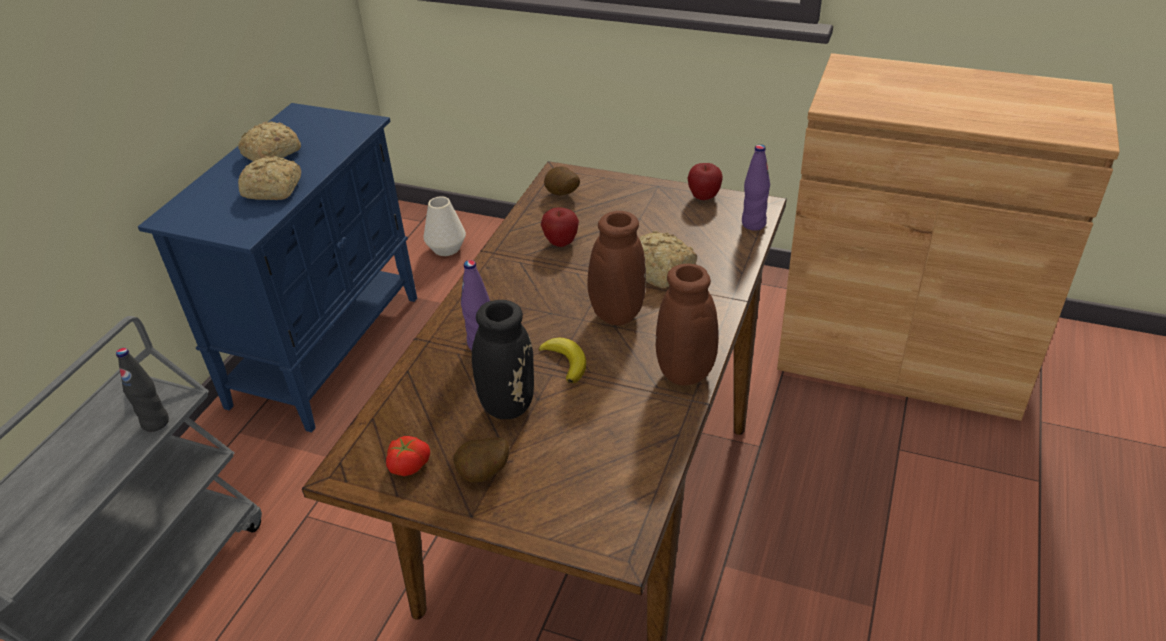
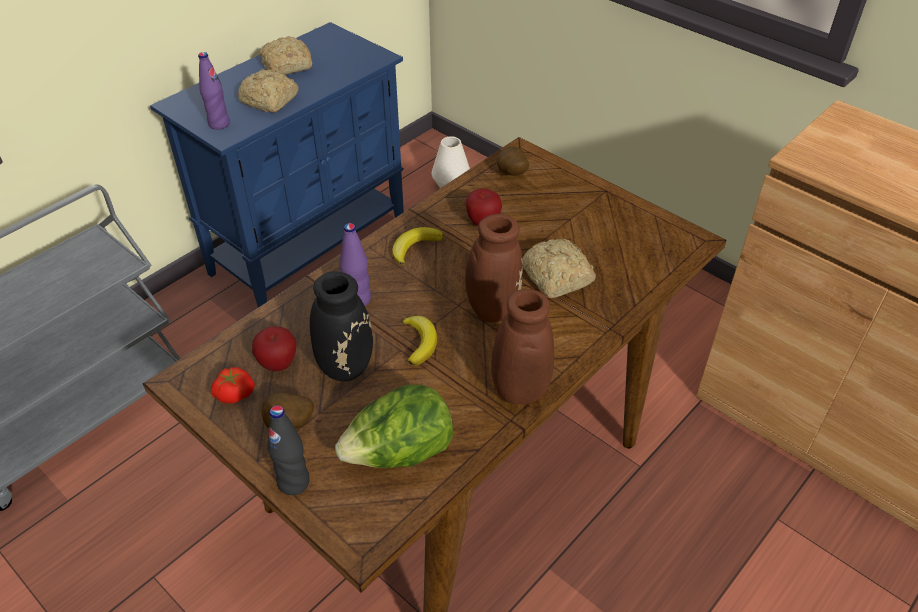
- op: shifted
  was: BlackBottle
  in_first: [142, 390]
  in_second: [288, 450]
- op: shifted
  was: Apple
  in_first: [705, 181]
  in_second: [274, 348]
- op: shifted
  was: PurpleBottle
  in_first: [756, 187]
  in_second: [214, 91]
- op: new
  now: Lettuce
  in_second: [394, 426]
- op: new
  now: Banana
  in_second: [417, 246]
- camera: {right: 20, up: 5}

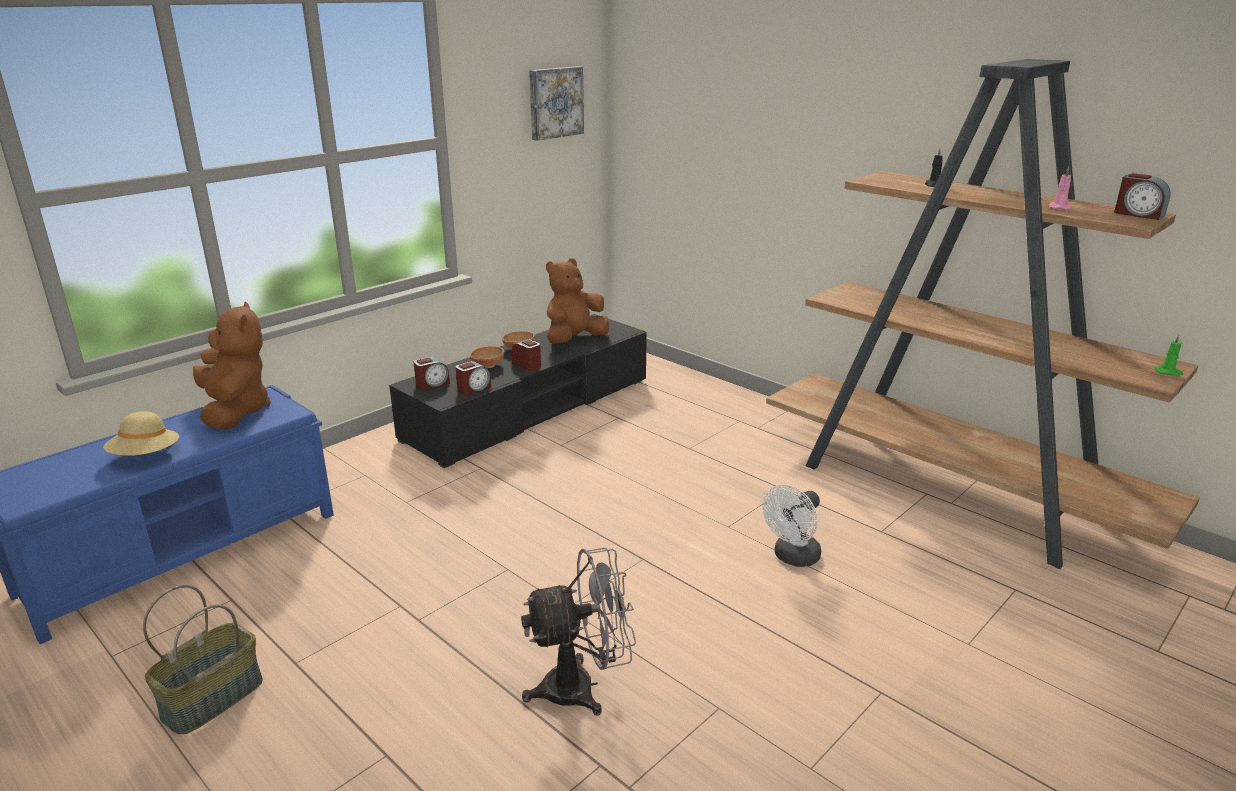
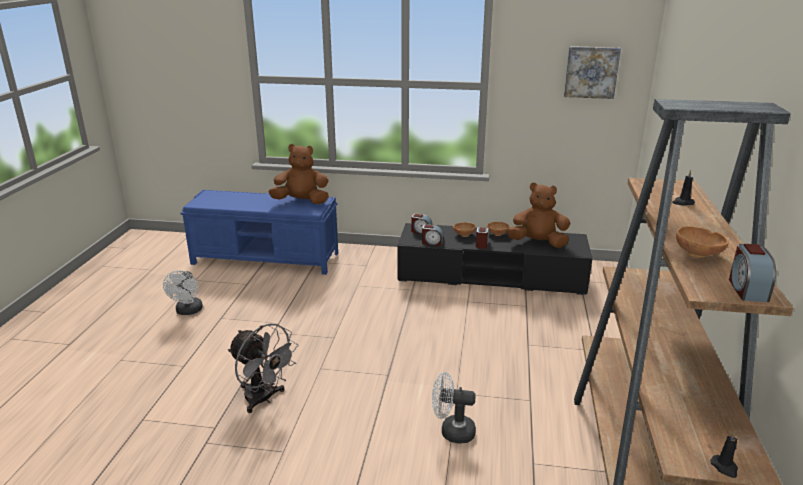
- op: gone
  was: BeigeHat
  in_first: [141, 433]
- op: swapped
  was: Basket
  now: WhiteFan
  in_first: [203, 659]
  in_second: [183, 292]
- op: rotated
  was: BrownPlushToy
  in_first: [232, 365]
  in_second: [299, 174]
  clockwise: -120
- op: swapped
  was: PinkCandle
  now: BrownBowl
  in_first: [1060, 188]
  in_second: [702, 241]
- op: repainted
  was: GreenCandle
  now: BlackCandle
  in_first: [1169, 355]
  in_second: [724, 455]
- camera: {right: 55, up: 0}

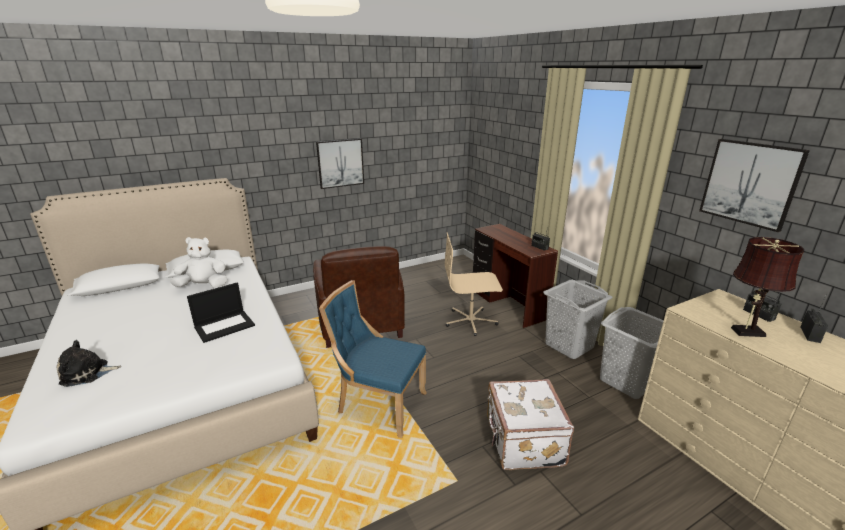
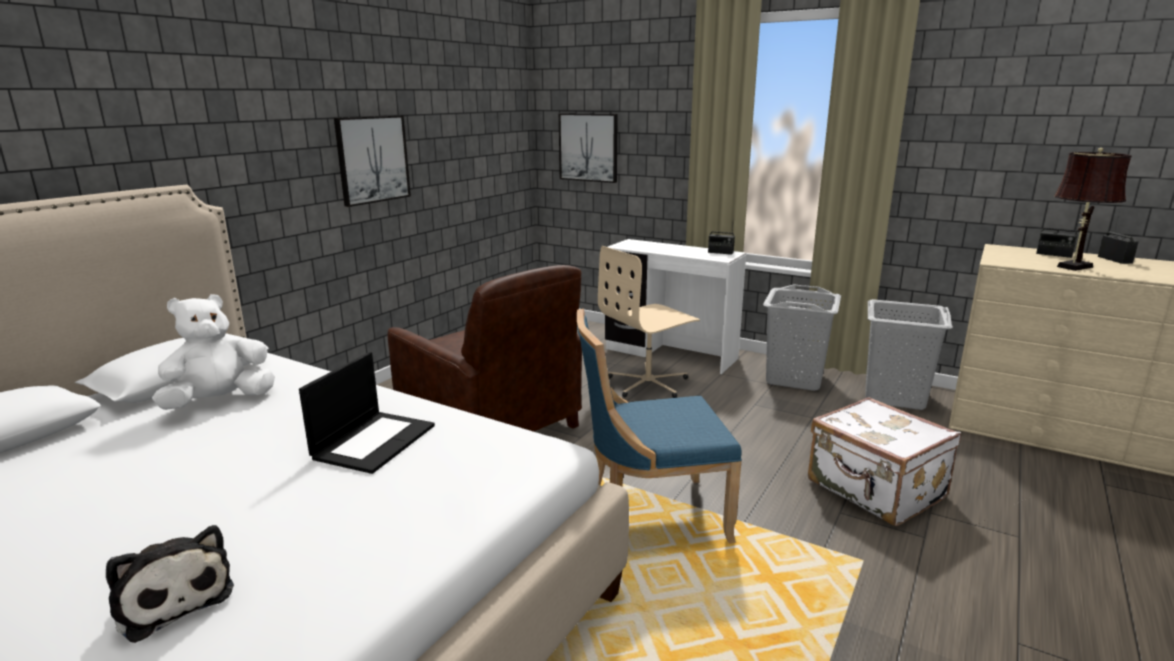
- op: rotated
  was: PlushToy
  in_first: [89, 363]
  in_second: [170, 584]
  clockwise: -90
- op: repainted
  was: BrownDesk
  now: WhiteDesk
  in_first: [515, 276]
  in_second: [675, 306]
- op: shifted
  was: Picture
  in_first: [754, 185]
  in_second: [588, 148]
- camera: {right: -30, up: -5}

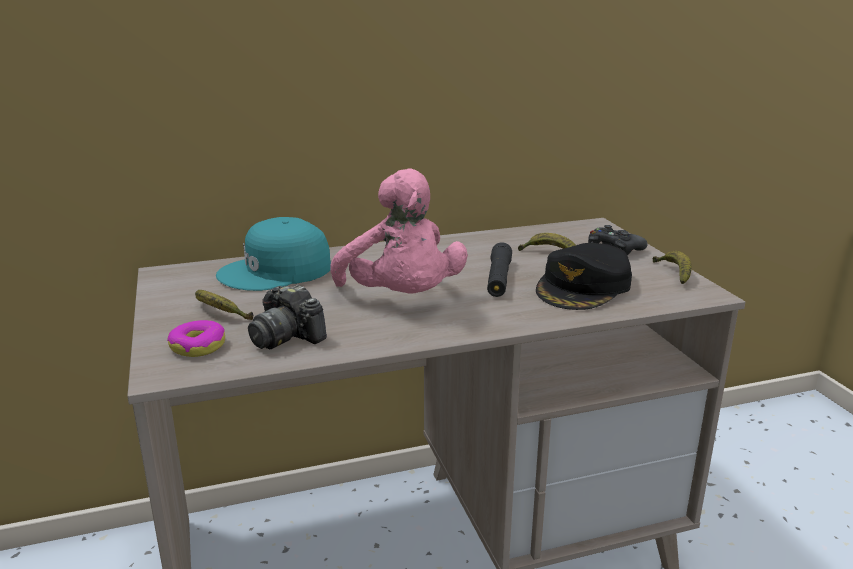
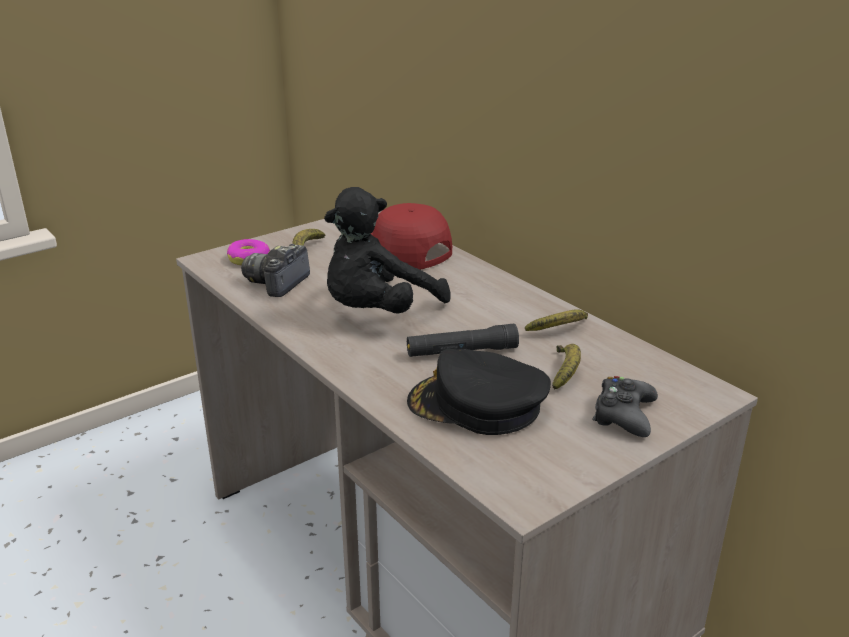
- op: repainted
  was: TurquoiseCap
  now: RedCap
  in_first: [273, 254]
  in_second: [411, 236]
- op: repainted
  was: PinkPlushToy
  now: BlackPlushToy
  in_first: [399, 231]
  in_second: [387, 250]
- op: shifted
  was: Banana
  in_first: [672, 267]
  in_second: [556, 320]
- camera: {right: 70, up: 5}

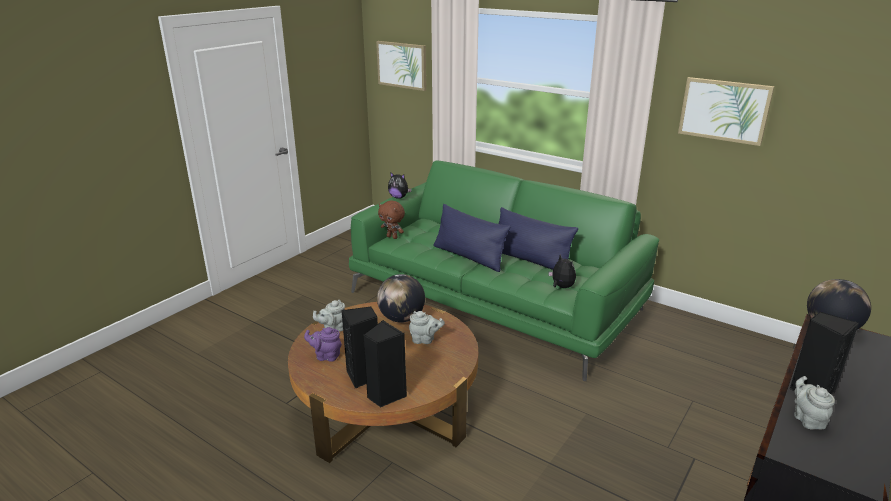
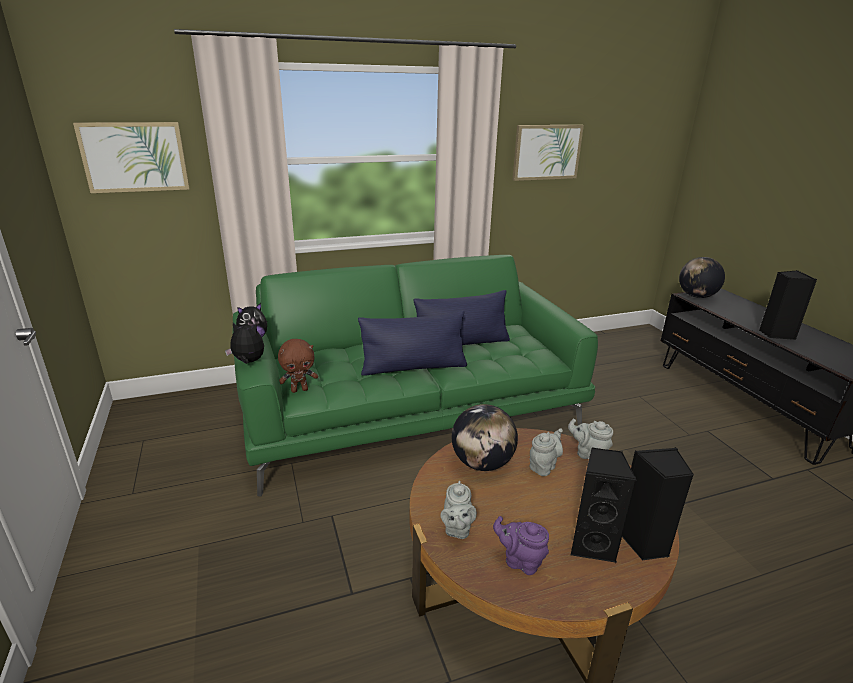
- op: rotated
  was: PurpleTeapot
  in_first: [323, 344]
  in_second: [521, 545]
  clockwise: 75
- op: shifted
  was: PlushToy
  in_first: [562, 271]
  in_second: [244, 343]
- op: shifted
  was: GreyTeapot
  in_first: [814, 402]
  in_second: [590, 438]
- camera: {right: -55, up: 0}

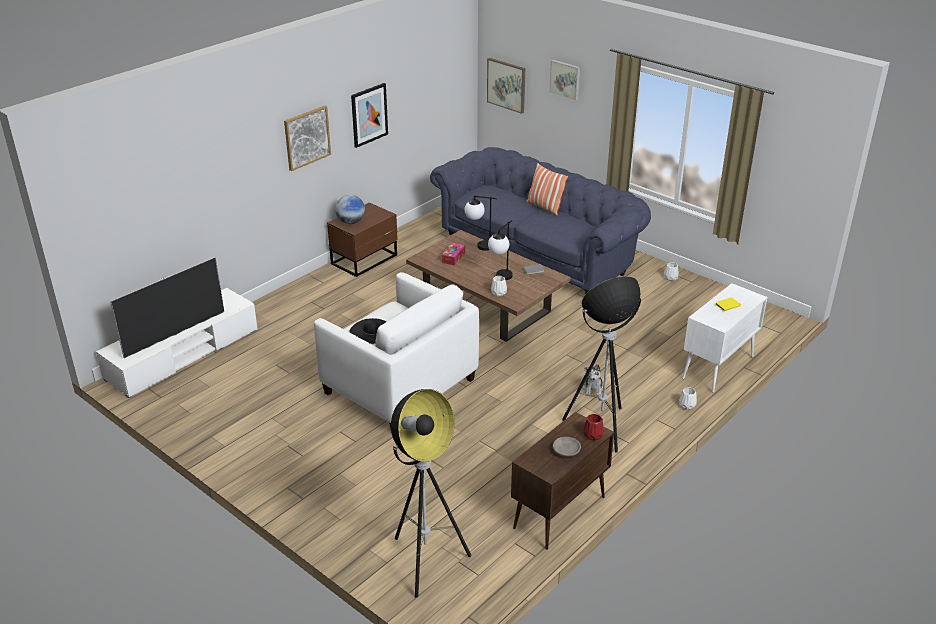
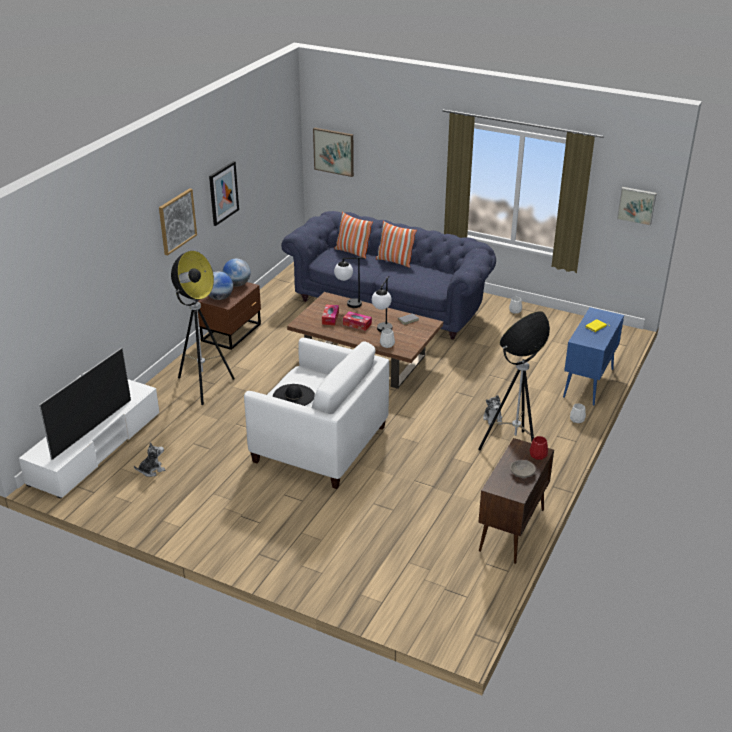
- op: shifted
  was: FloorLamp
  in_first: [431, 493]
  in_second: [203, 328]
- op: shifted
  was: Picture
  in_first: [564, 80]
  in_second: [637, 206]
- op: repainted
  was: WhiteCabinet
  now: BlueCabinet
  in_first: [724, 338]
  in_second: [593, 356]
- op: new
  now: PlushToy
  in_second: [149, 459]
- op: new
  now: Globe
  in_second: [236, 272]
- op: new
  now: Pillow
  in_second: [353, 235]
- op: new
  now: TissueBox
  in_second: [357, 321]
- camera: {right: -15, up: 0}

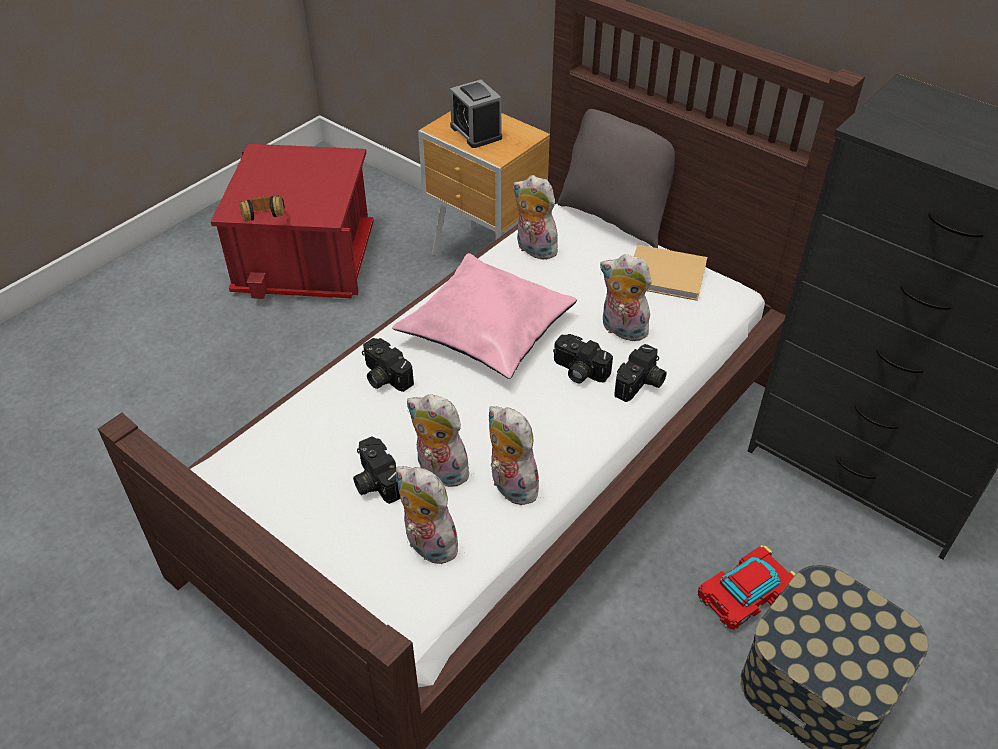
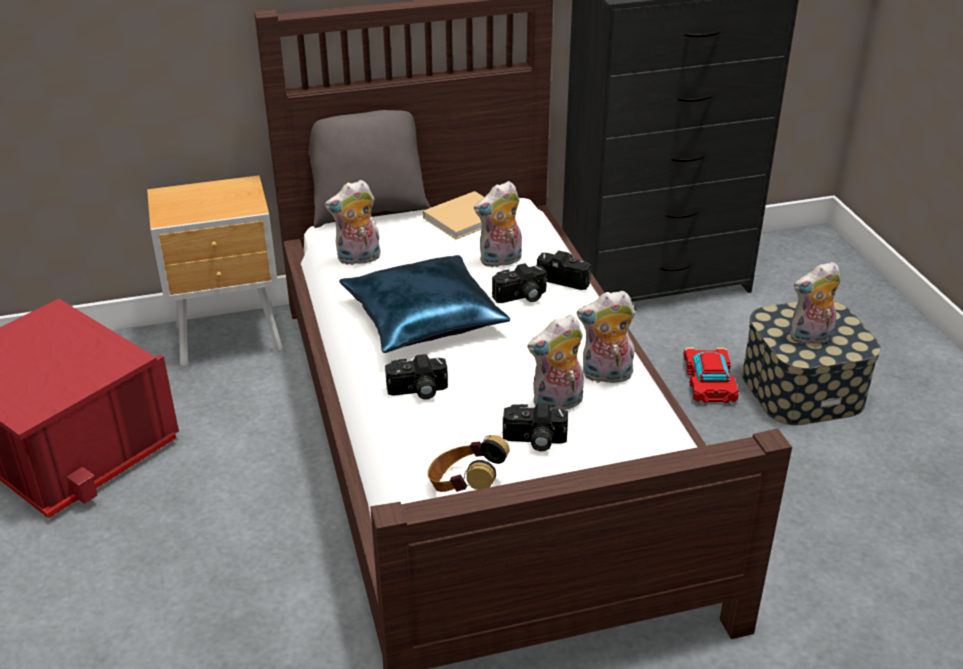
- op: shifted
  was: Headphones
  in_first: [262, 208]
  in_second: [469, 463]
- op: repainted
  was: PinkPillow
  now: BluePillow
  in_first: [484, 316]
  in_second: [424, 304]
- op: shifted
  was: PlushToy
  in_first: [430, 515]
  in_second: [815, 303]
- op: gone
  was: AlarmClock
  in_first: [476, 114]
- op: rotated
  was: PhotoCamera
  in_first: [641, 373]
  in_second: [564, 270]
  clockwise: -45
- camera: {right: -55, up: -10}

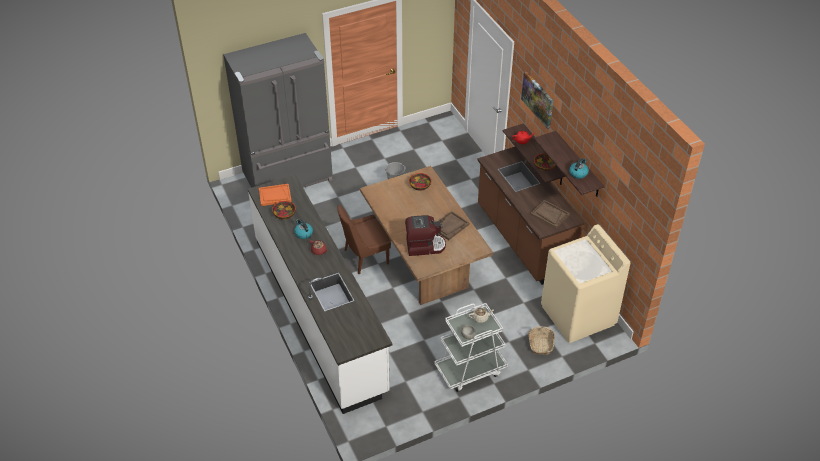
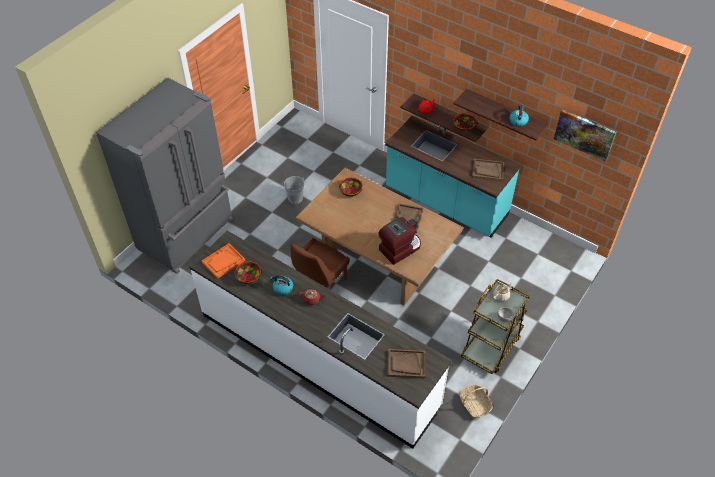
- op: repainted
  was: WhiteCart
  now: BrownCart
  in_first: [471, 347]
  in_second: [495, 326]
- op: repainted
  was: BrownCounter
  now: TurquoiseCounter
  in_first: [531, 216]
  in_second: [453, 176]
- op: shifted
  was: Picture
  in_first: [537, 100]
  in_second: [585, 135]
- op: shifted
  was: Basket
  in_first: [541, 340]
  in_second: [476, 401]
- op: gone
  was: BeigeWashingMachine
  in_first: [585, 283]
- op: new
  now: BrownTray
  in_second: [406, 363]
- camera: {right: -30, up: 5}

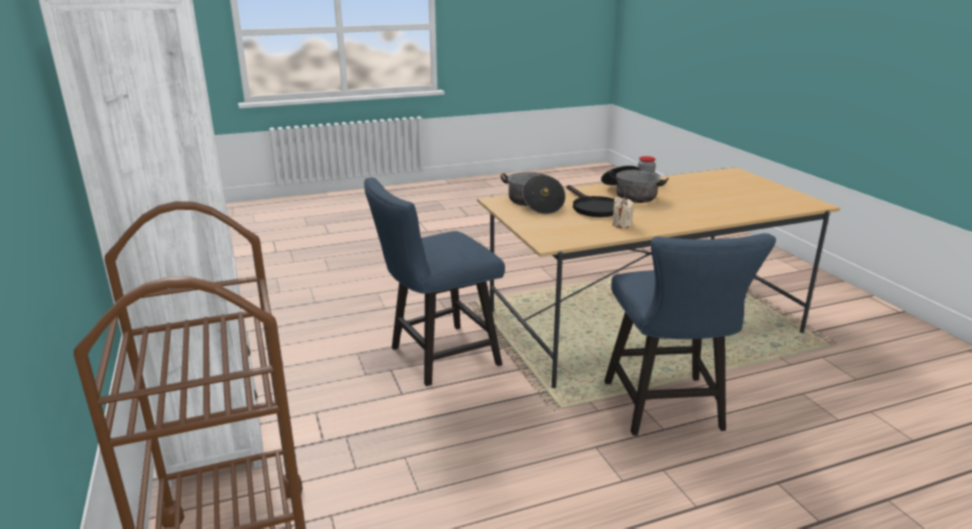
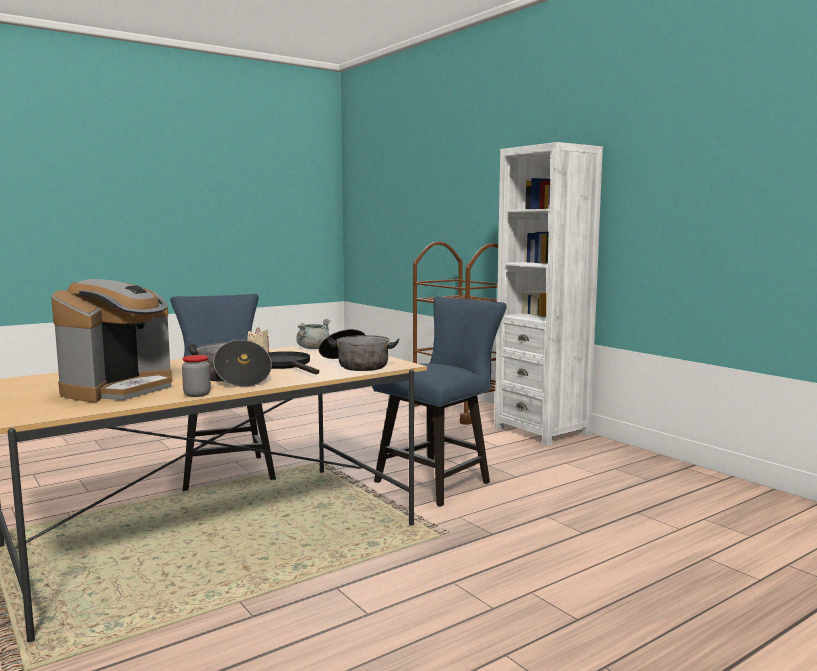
- op: new
  now: CoffeeMachine
  in_second: [111, 340]
- op: new
  now: GreyCookingPot
  in_second: [313, 334]
- camera: {right: 165, up: -15}

